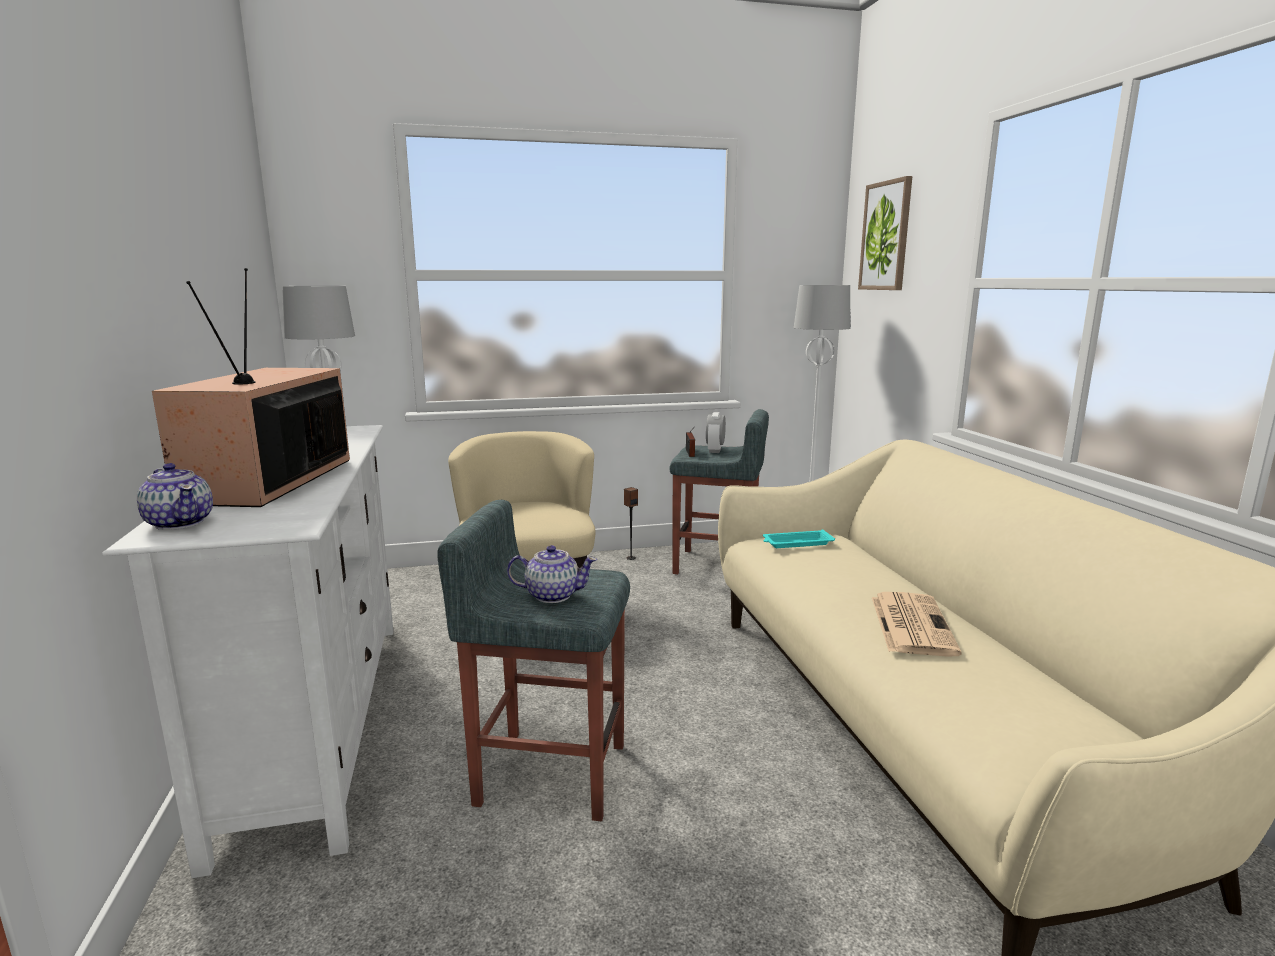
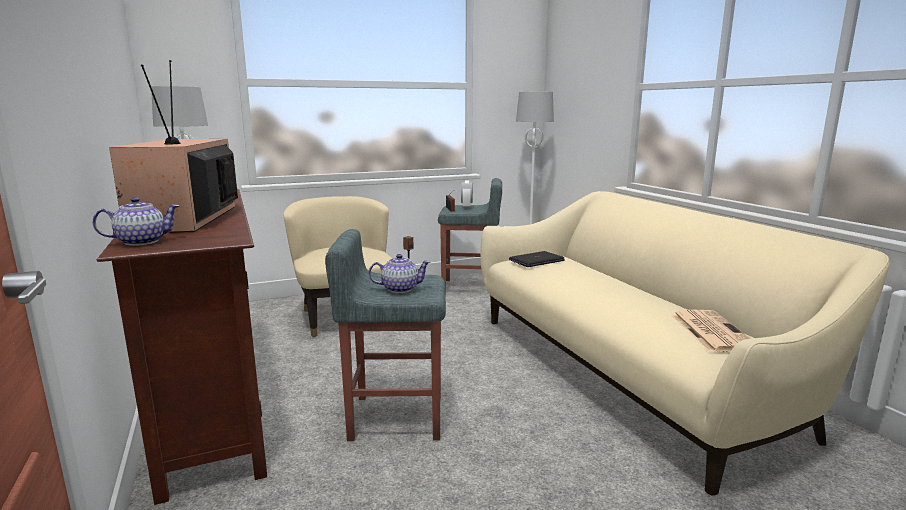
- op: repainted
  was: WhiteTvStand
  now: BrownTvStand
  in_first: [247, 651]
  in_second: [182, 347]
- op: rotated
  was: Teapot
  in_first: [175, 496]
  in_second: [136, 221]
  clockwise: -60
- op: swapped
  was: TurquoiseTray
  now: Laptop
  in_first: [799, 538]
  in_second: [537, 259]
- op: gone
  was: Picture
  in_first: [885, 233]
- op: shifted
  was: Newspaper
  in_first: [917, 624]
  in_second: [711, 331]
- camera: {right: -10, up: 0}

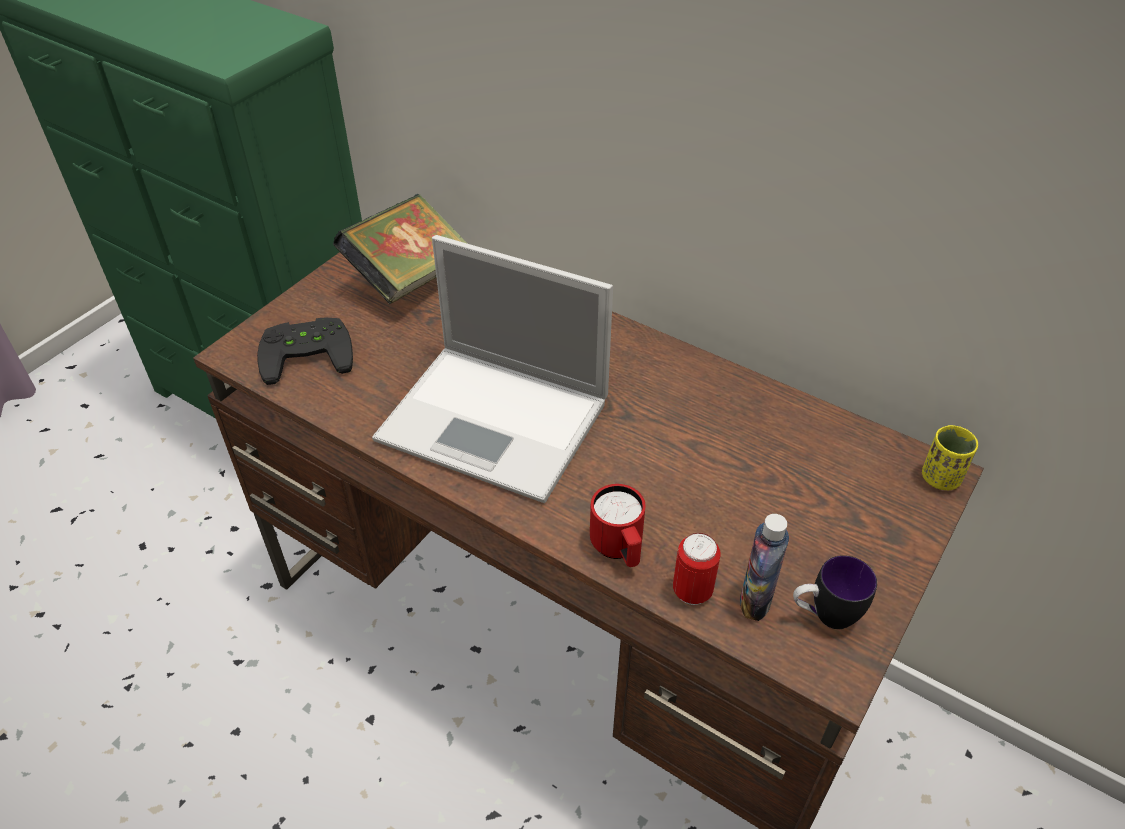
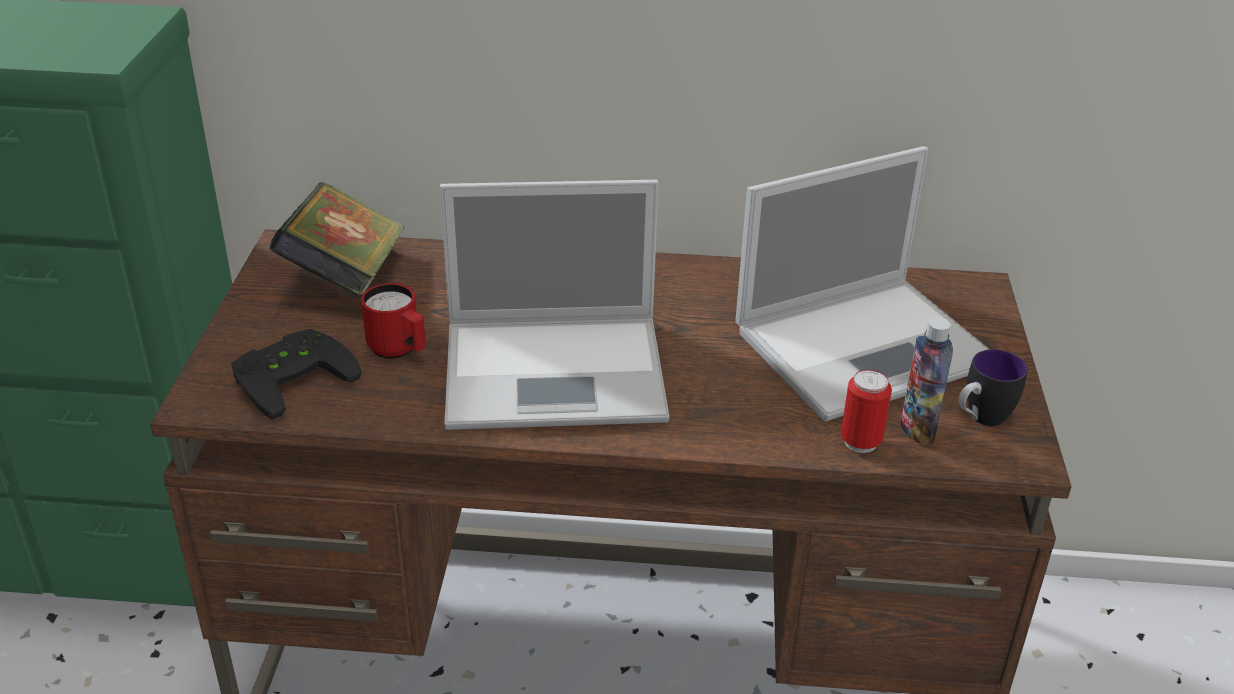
- op: shifted
  was: RedMug
  in_first: [618, 525]
  in_second: [393, 321]
- op: gone
  was: YellowCup
  in_first: [950, 457]
- op: new
  now: Laptop
  in_second: [862, 283]
- camera: {right: -30, up: -10}

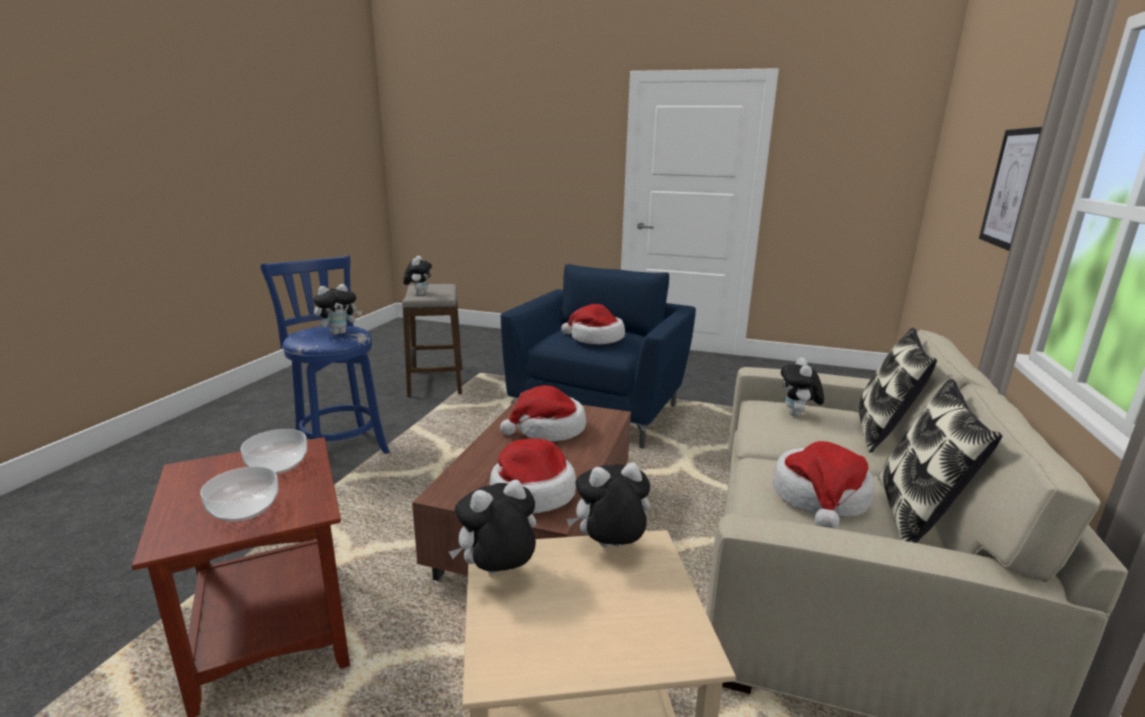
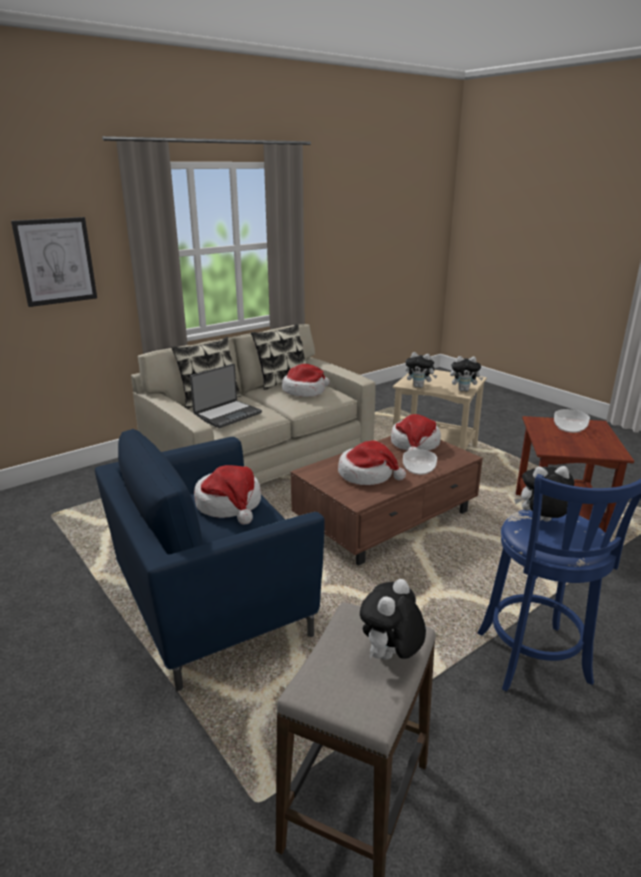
- op: shifted
  was: Bowl
  in_first: [273, 451]
  in_second: [420, 462]
- op: swapped
  was: PlushToy
  now: Laptop
  in_first: [802, 387]
  in_second: [226, 396]
- camera: {right: -145, up: 5}

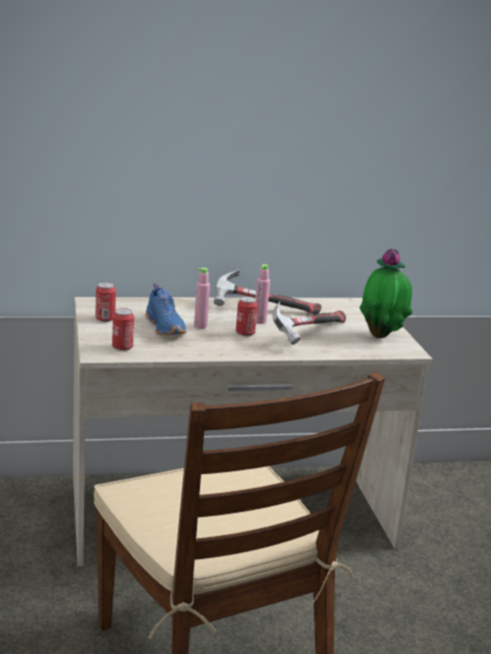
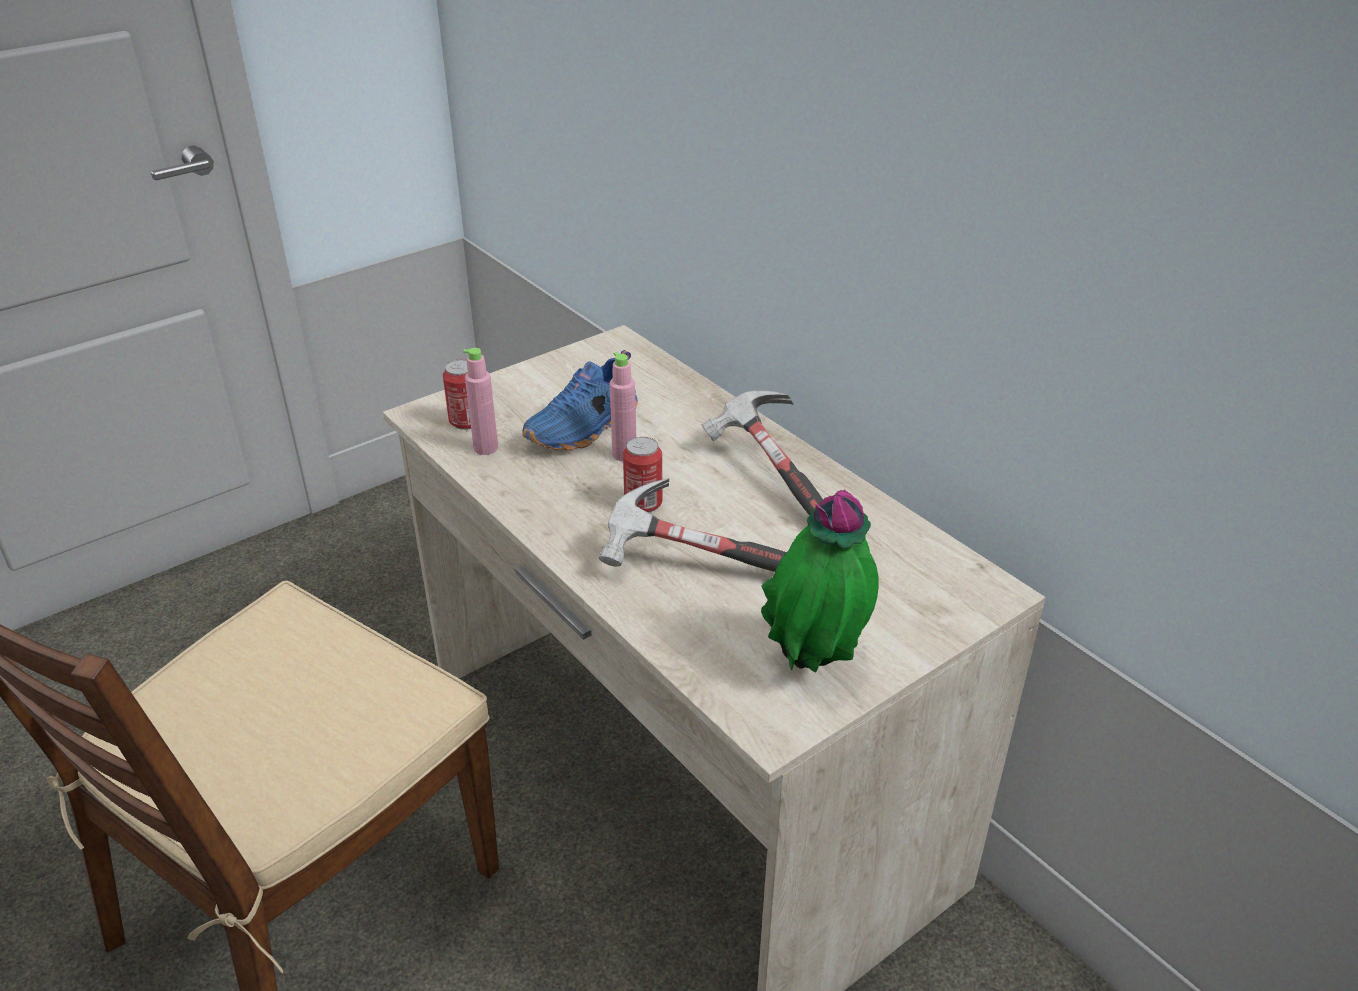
- op: gone
  was: Can
  in_first: [105, 302]
- op: shifted
  was: PinkBottle
  in_first: [263, 294]
  in_second: [480, 401]
- camera: {right: 65, up: 15}

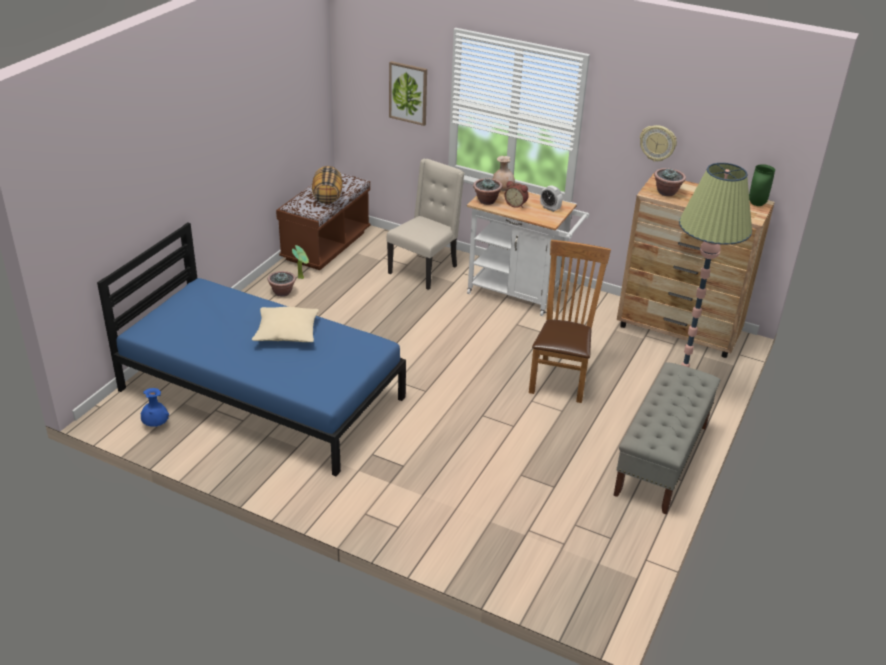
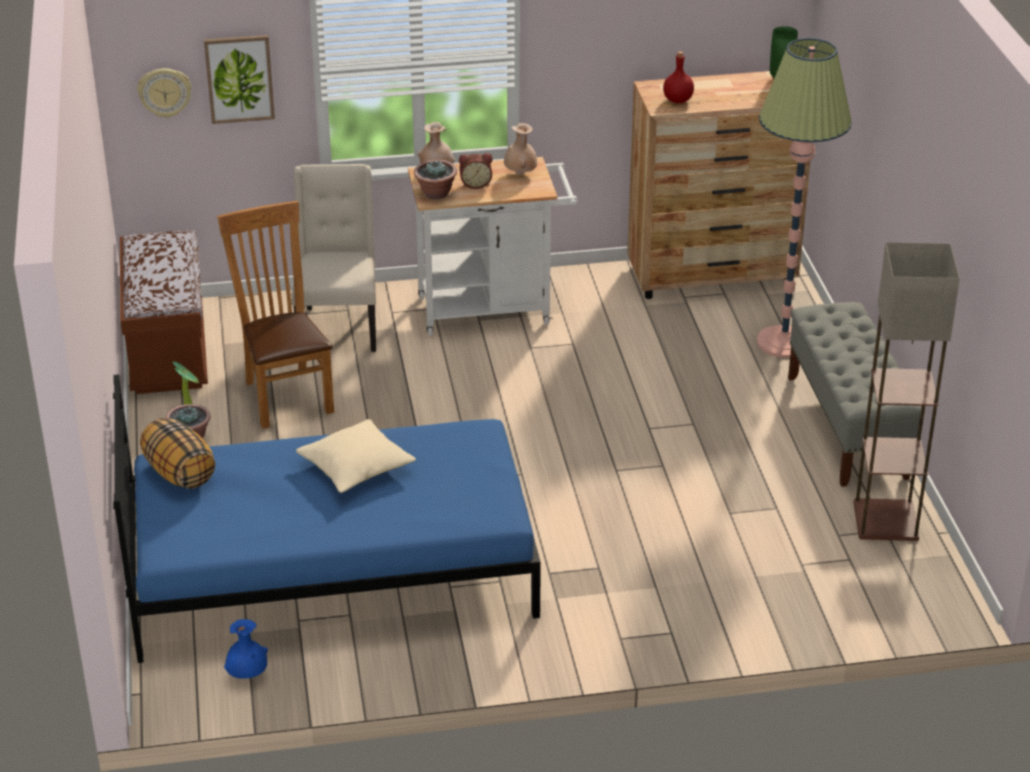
- op: shifted
  was: Pillow
  in_first: [327, 185]
  in_second: [177, 453]
- op: shifted
  was: BrownChair
  in_first: [570, 321]
  in_second: [275, 315]
- op: swapped
  was: AlarmClock
  now: BeigeVase
  in_first: [551, 198]
  in_second: [520, 149]
- op: shifted
  was: WallClock
  in_first: [658, 143]
  in_second: [164, 93]
- op: swapped
  was: PottedPlant
  now: RedBottle
  in_first: [670, 182]
  in_second: [678, 77]
- op: new
  now: FloorLamp
  in_second: [907, 391]
- camera: {right: -35, up: 0}

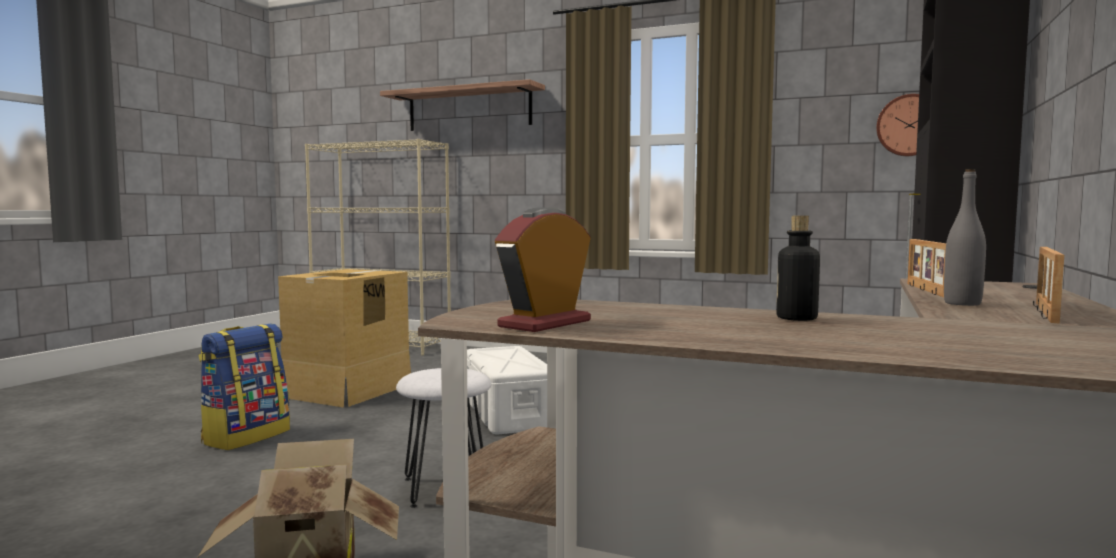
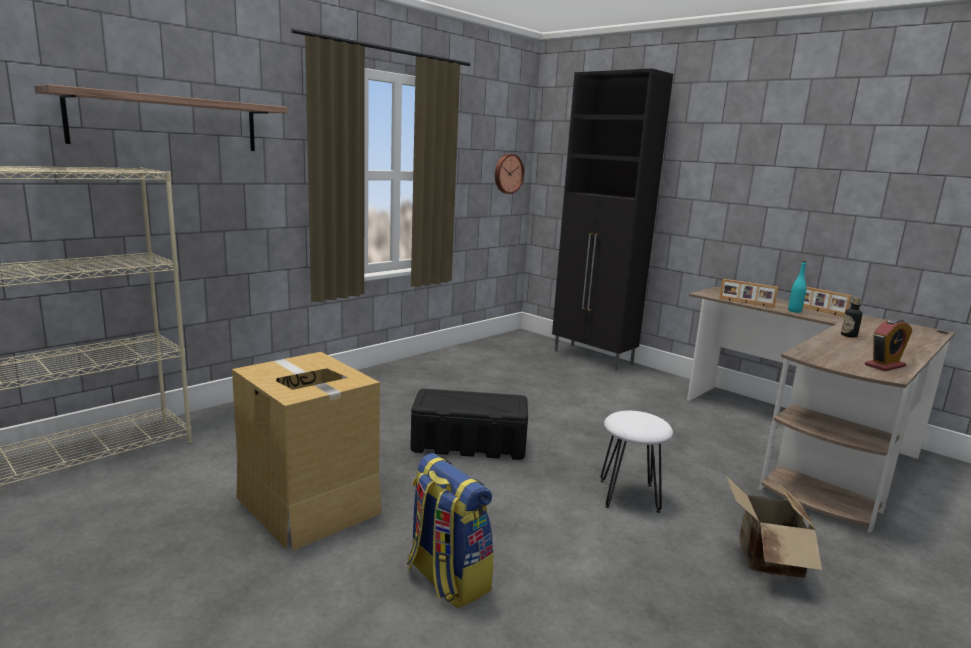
- op: repainted
  was: WhiteStorageBox
  now: BlackStorageBox
  in_first: [507, 390]
  in_second: [469, 424]
- op: rotated
  was: AlarmClock
  in_first: [543, 269]
  in_second: [889, 344]
  clockwise: -90
- op: repainted
  was: GreyBottle
  now: TurquoiseBottle
  in_first: [965, 237]
  in_second: [797, 287]
- camera: {right: -70, up: 10}

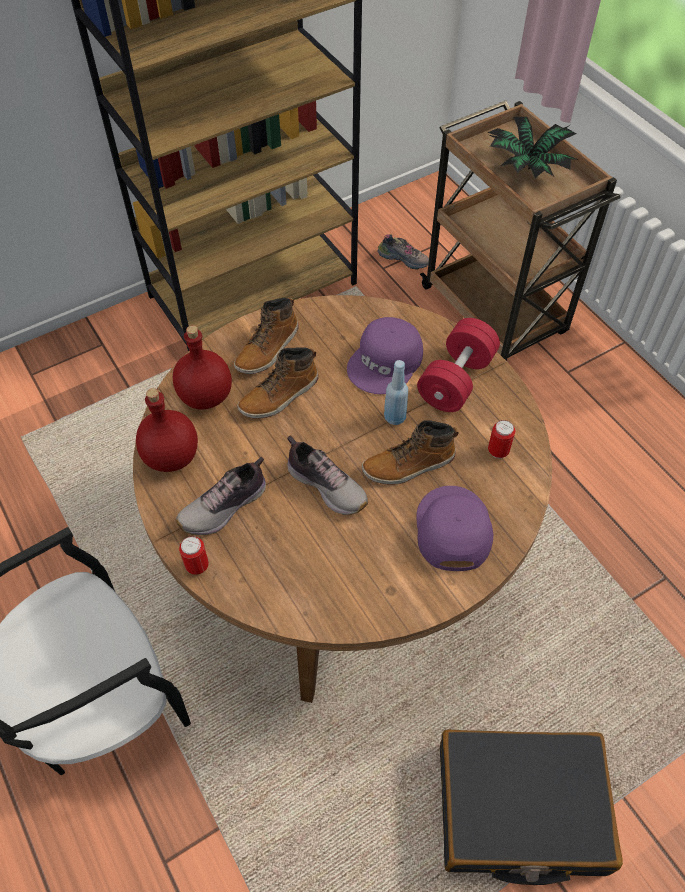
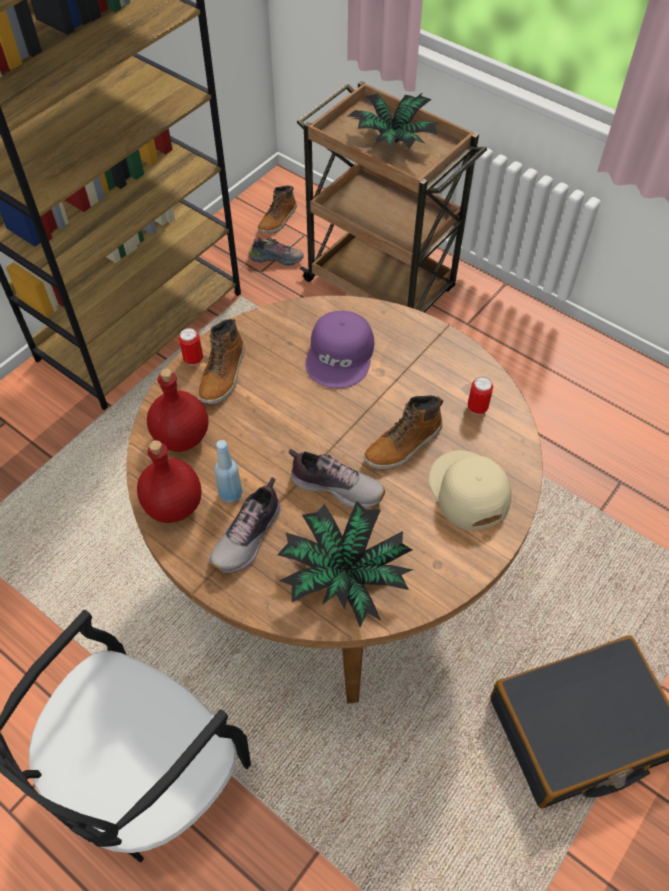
- op: shifted
  was: Can
  in_first: [194, 555]
  in_second: [191, 347]
- op: shifted
  was: Boot
  in_first: [277, 382]
  in_second: [277, 210]
- op: shifted
  was: BlueBottle
  in_first: [396, 392]
  in_second: [228, 471]
- op: repainted
  was: PurpleCap
  now: BeigeCap
  in_first: [454, 528]
  in_second: [470, 490]
- op: gone
  was: RedDumbbell
  in_first: [458, 365]
- op: new
  now: PottedPlant
  in_second: [345, 564]
- camera: {right: -20, up: 0}

